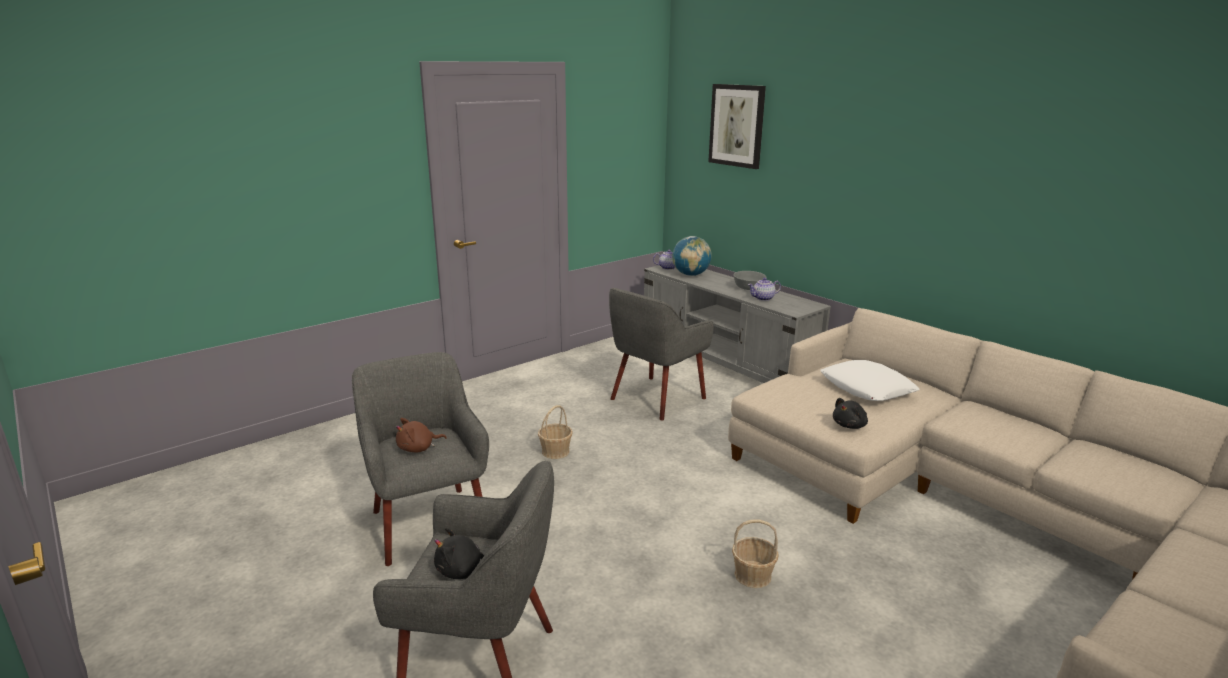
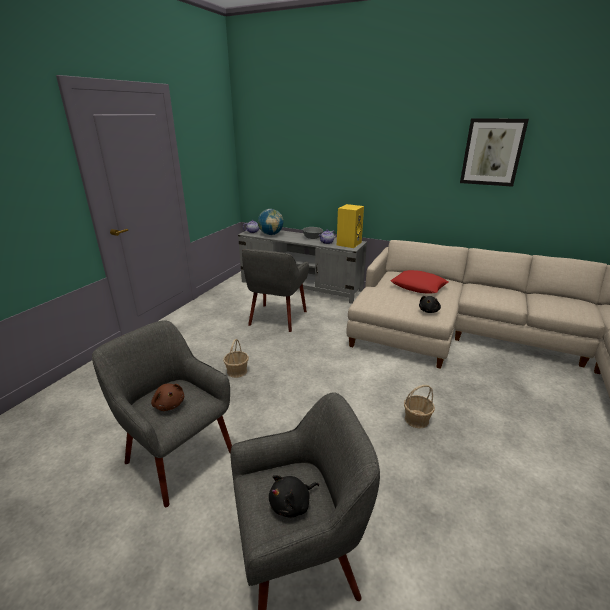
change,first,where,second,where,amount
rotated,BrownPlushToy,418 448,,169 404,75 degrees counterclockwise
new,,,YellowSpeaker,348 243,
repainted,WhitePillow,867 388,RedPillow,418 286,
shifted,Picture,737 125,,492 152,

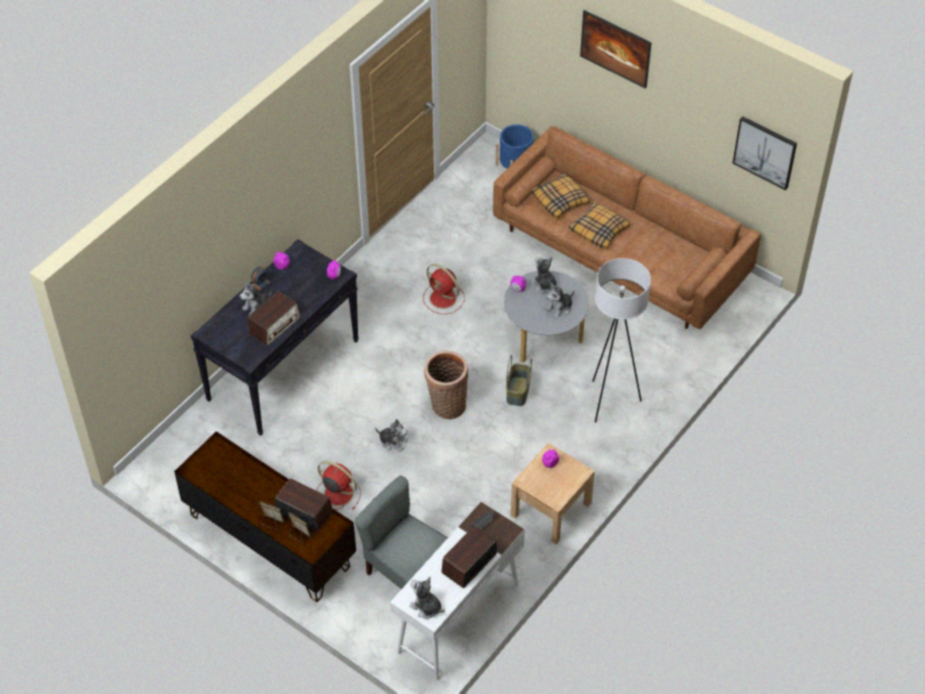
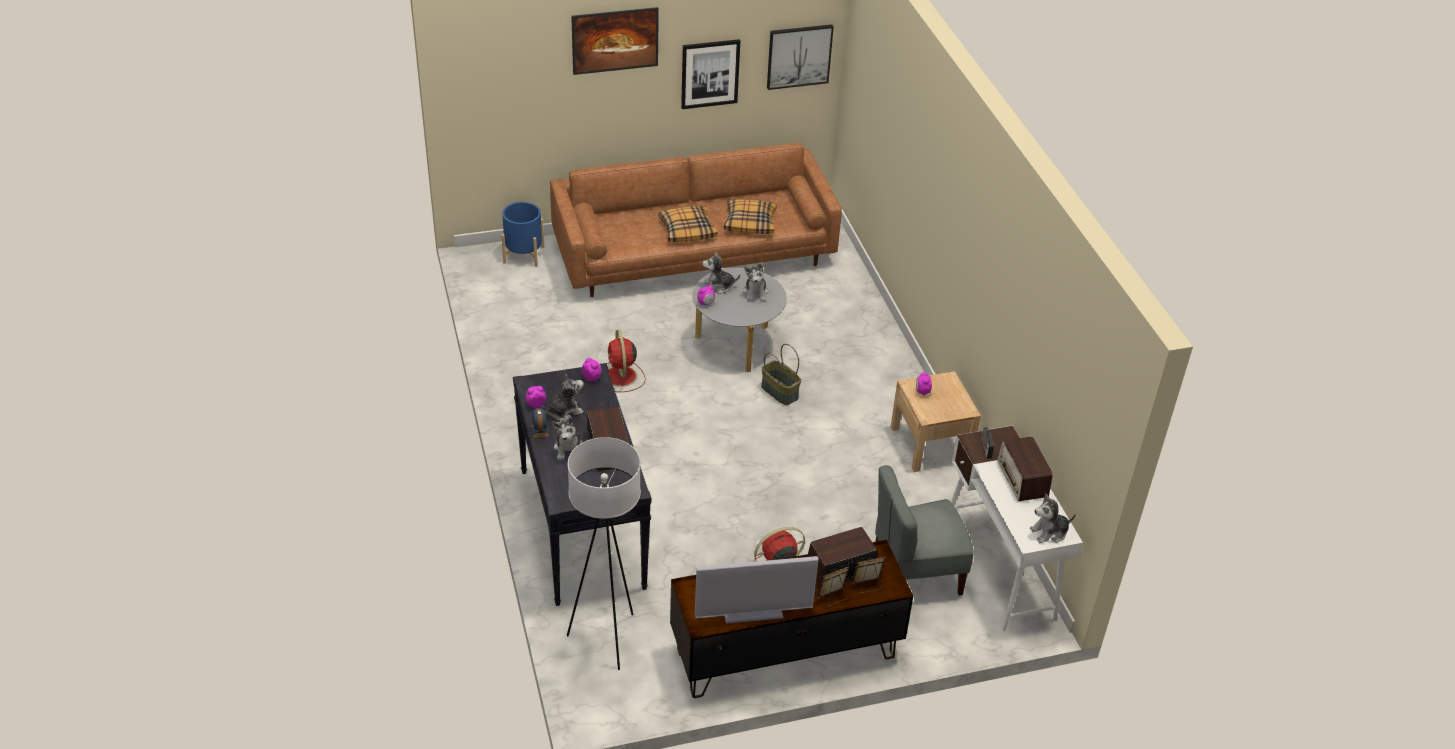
change,first,where,second,where,amount
shifted,PlushToy,393 441,,564 412,
shifted,WhiteFloorLamp,610 401,,607 639,
rotated,RedFan,444 299,,621 377,90 degrees clockwise
new,,,Picture,710 73,
new,,,Television,753 612,
shifted,Pillow,560 200,,750 222,
gone,Basket,446 405,,,

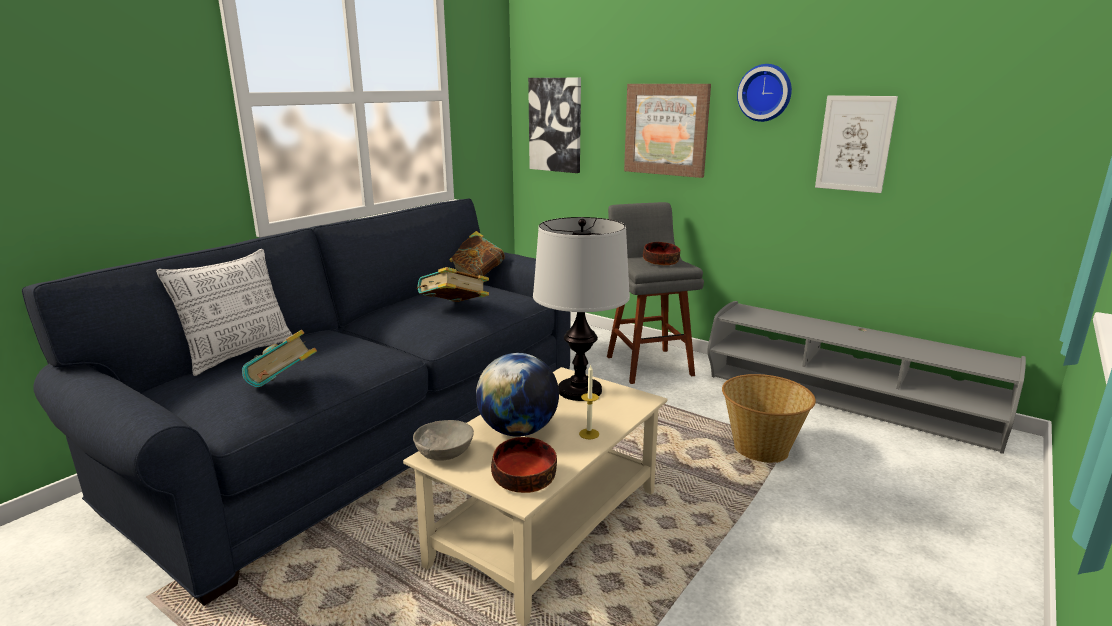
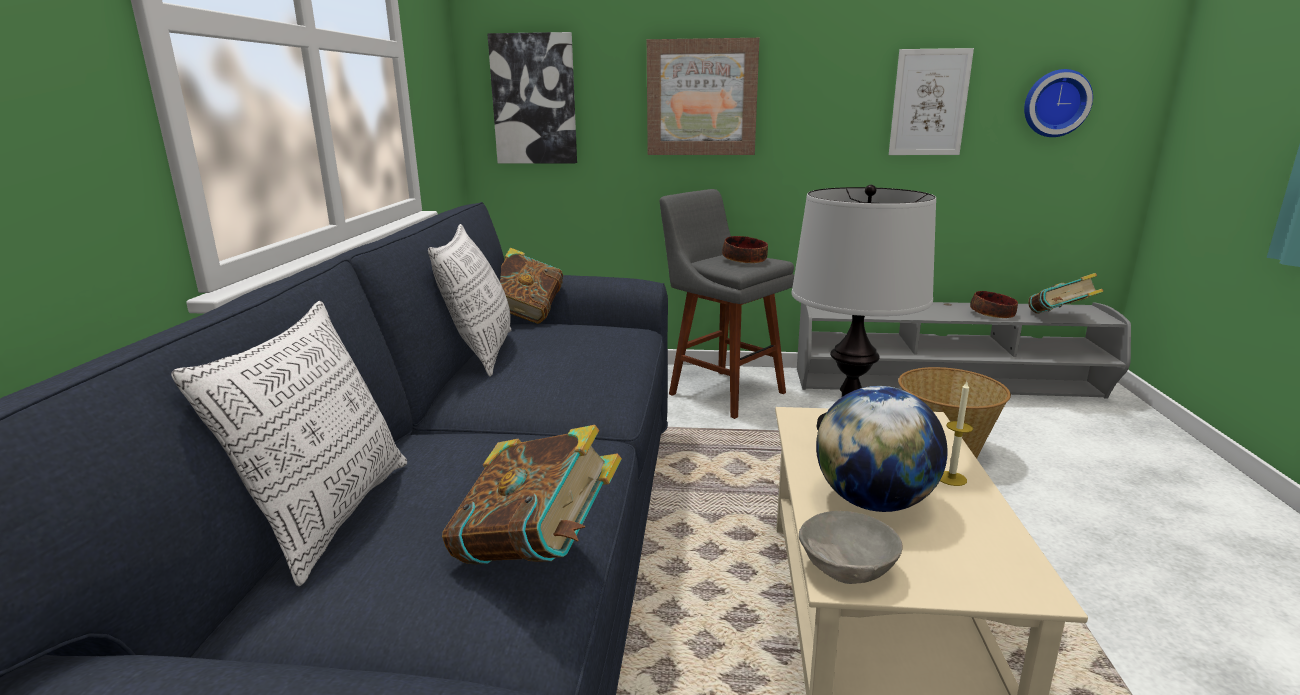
change,first,where,second,where,amount
new,,,Pillow,482 353,
shifted,Bowl,523 478,,992 314,
shifted,WallClock,765 93,,1055 103,
shifted,Book,454 309,,1059 319,

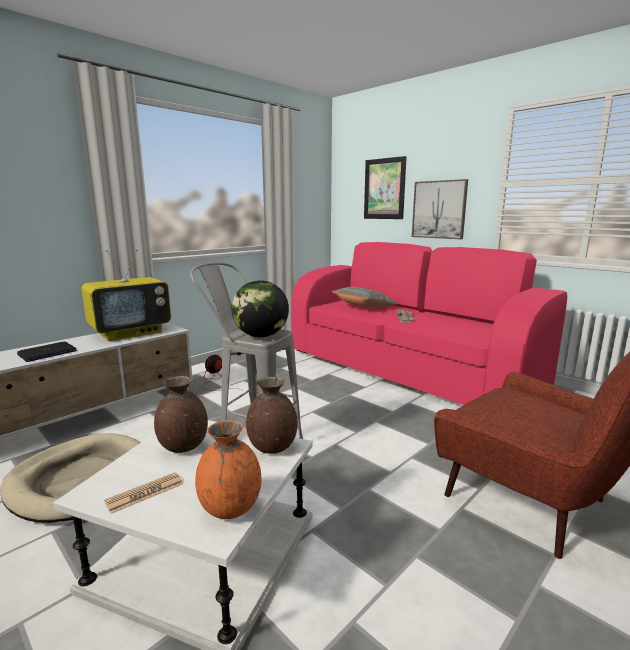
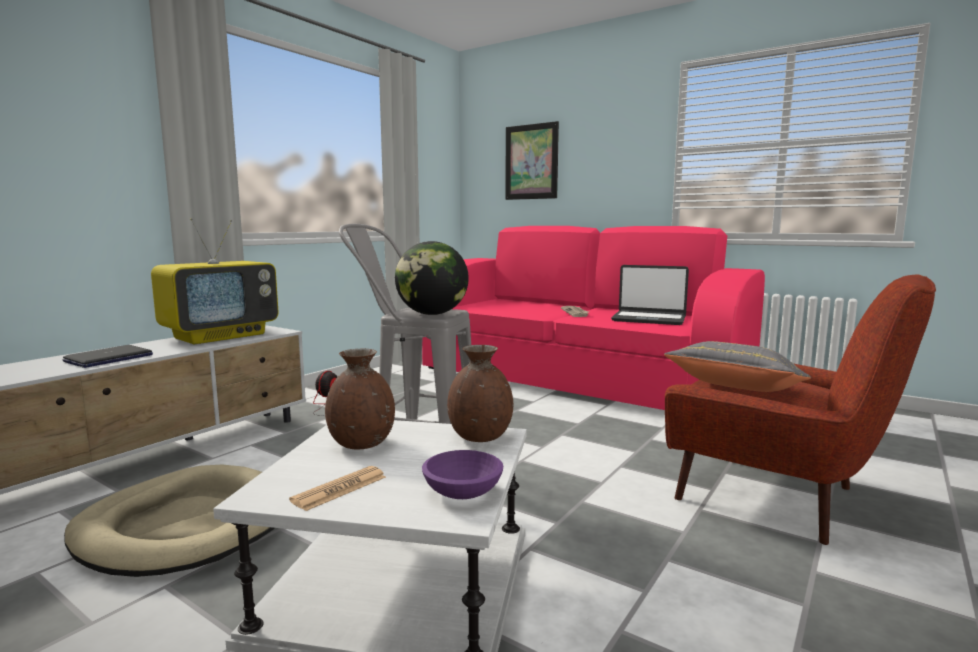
change,first,where,second,where,amount
swapped,OrangeVase,231 508,PurpleBowl,464 492,
new,,,Laptop,649 319,
shifted,GreyPillow,364 308,,736 390,
gone,Picture,439 209,,,

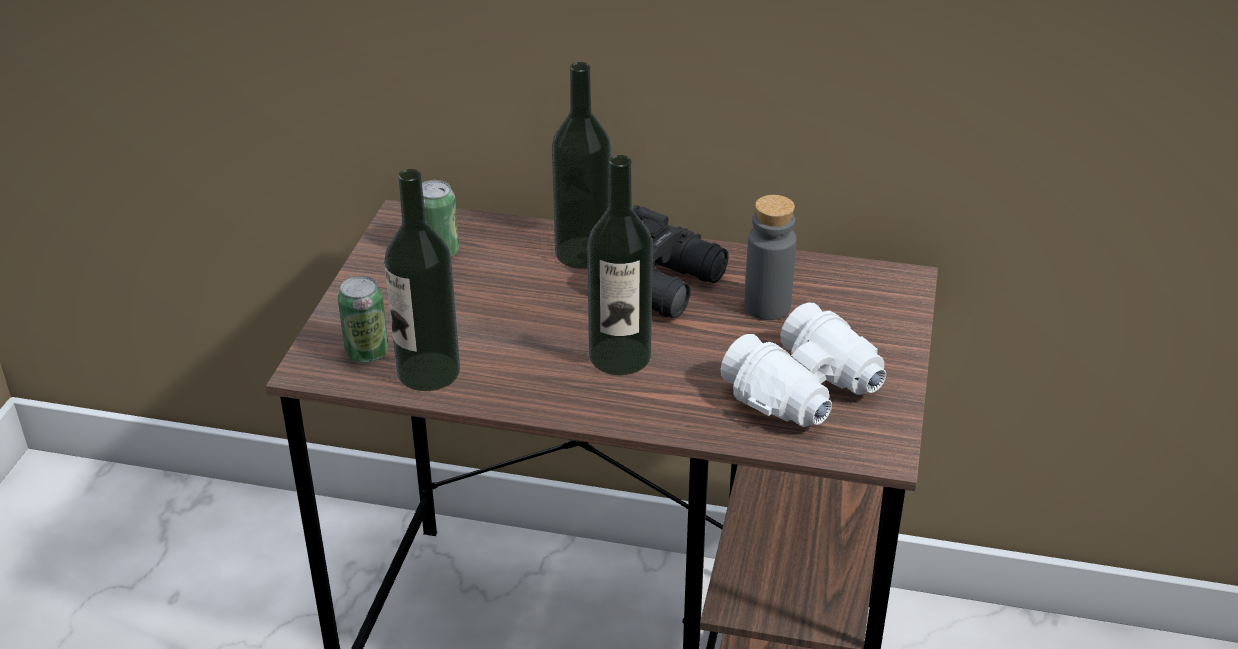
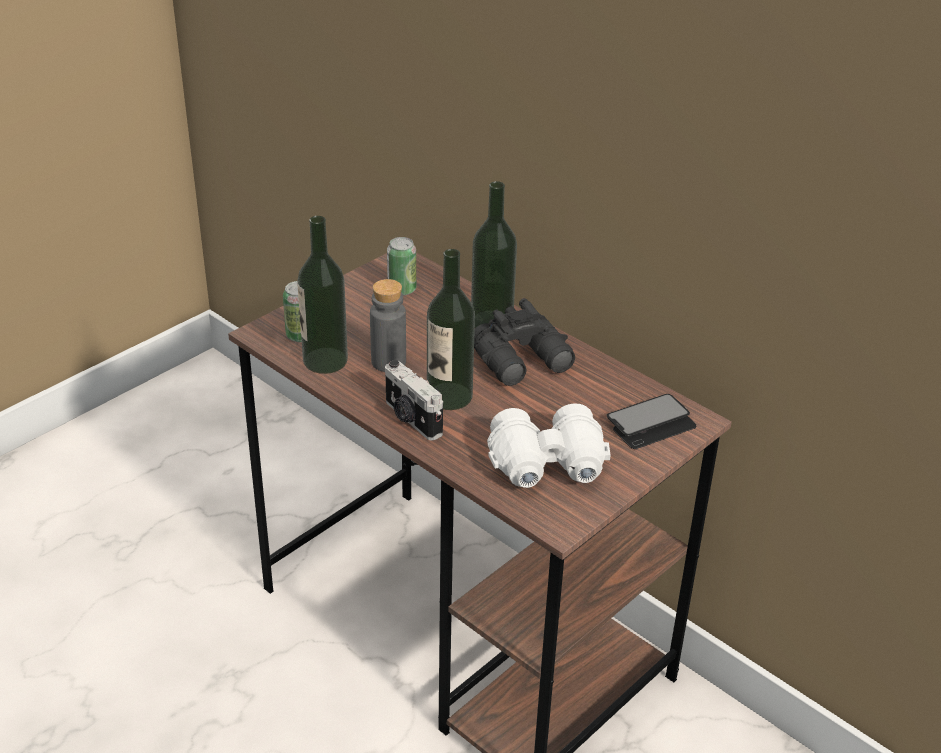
change,first,where,second,where,amount
shifted,GreyBottle,767 306,,388 362,
new,,,PhotoCamera,411 419,
new,,,Phone,651 424,

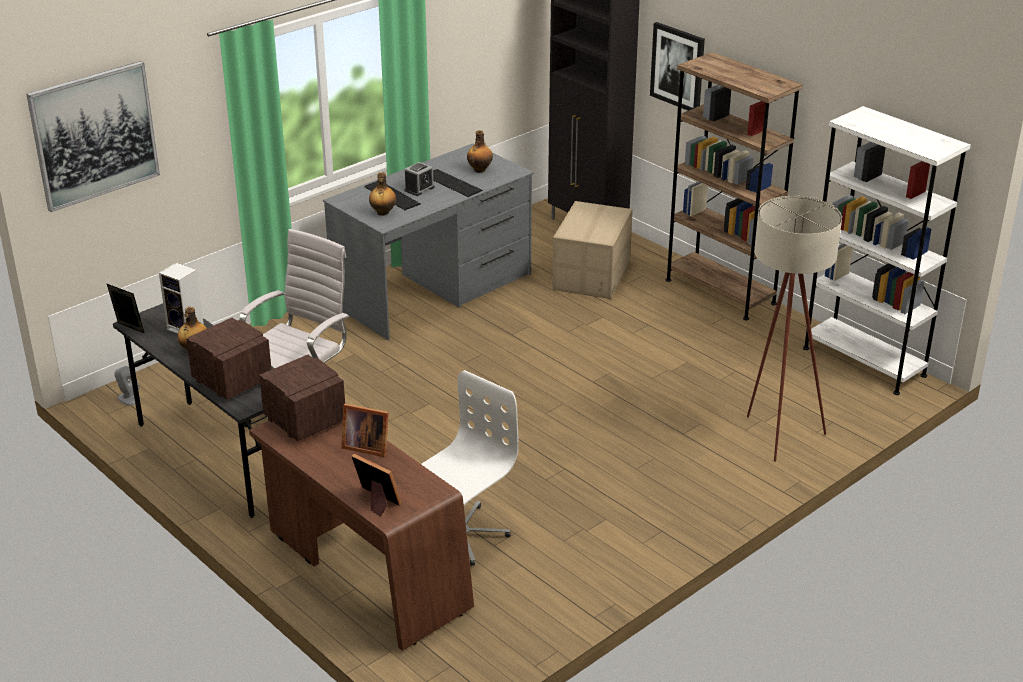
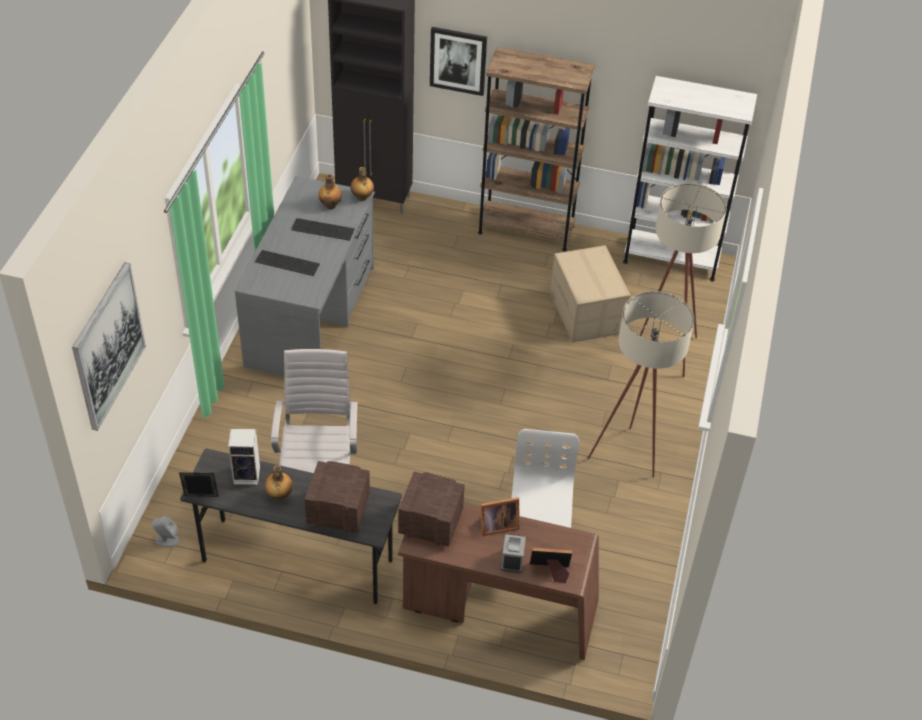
change,first,where,second,where,amount
shifted,Bottle,382 213,,362 197,
shifted,AlarmClock,419 189,,512 559,
shifted,CardboardBox,592 275,,587 312,
new,,,BeigeFloorLamp,629 459,

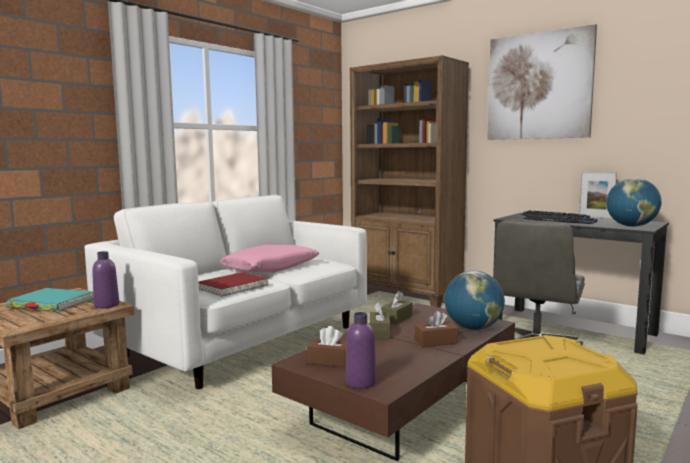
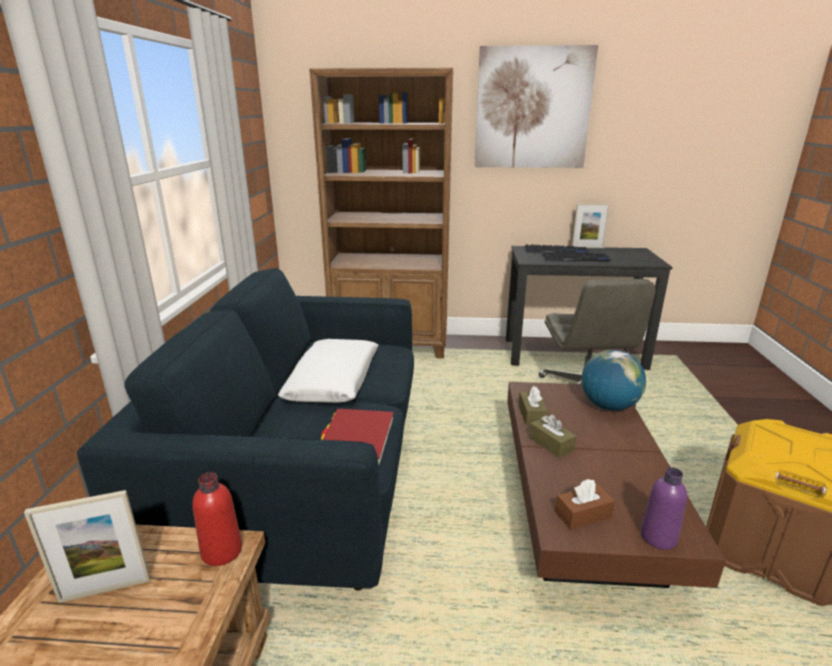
change,first,where,second,where,amount
swapped,TurquoiseBook,51 303,PictureFrame,105 589,
repainted,WhiteSofa,242 341,BlueSofa,306 480,
repainted,PurpleBottle,106 305,RedBottle,222 551,
repainted,PinkPillow,271 268,WhitePillow,334 381,
gone,BrownTissueBox,436 342,,,
gone,Globe,631 226,,,

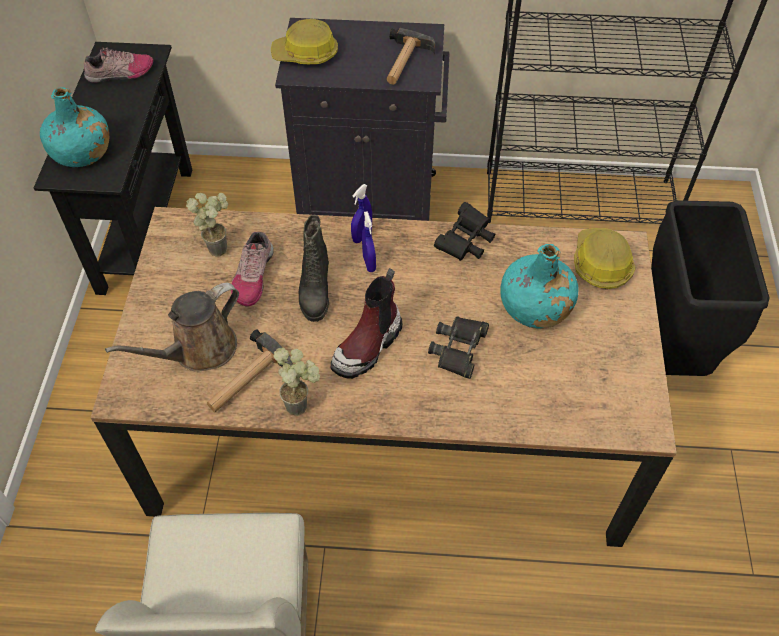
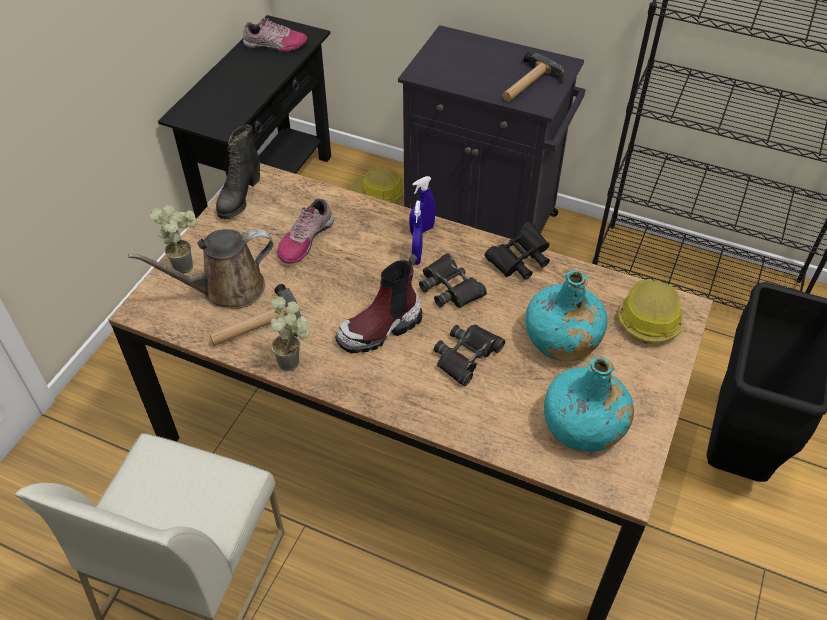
change,first,where,second,where,amount
shifted,PottedPlant,219 245,,187 263,
shifted,BlackBoot,314 291,,239 197,
shifted,HardHat,306 54,,378 193,
new,,,BlackBinoculars,450 287,
shifted,TurquoiseBottle,81 152,,583 426,

